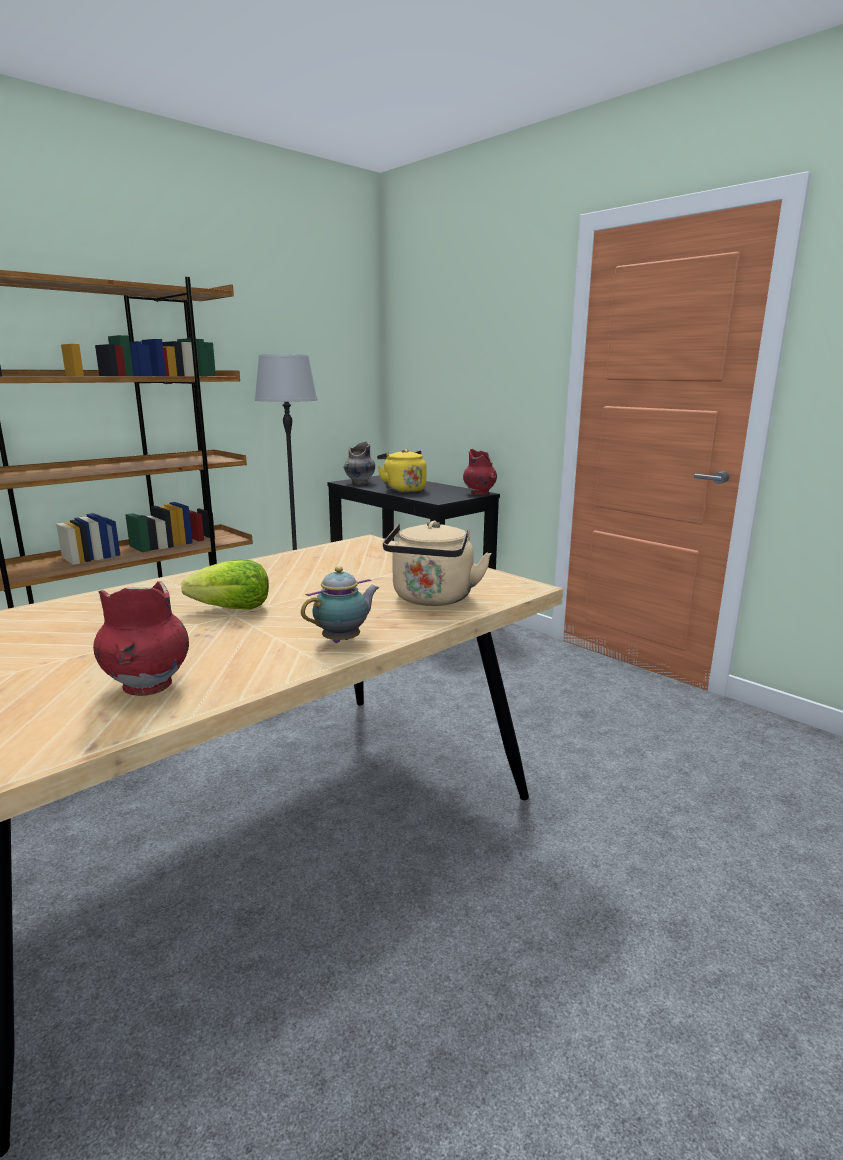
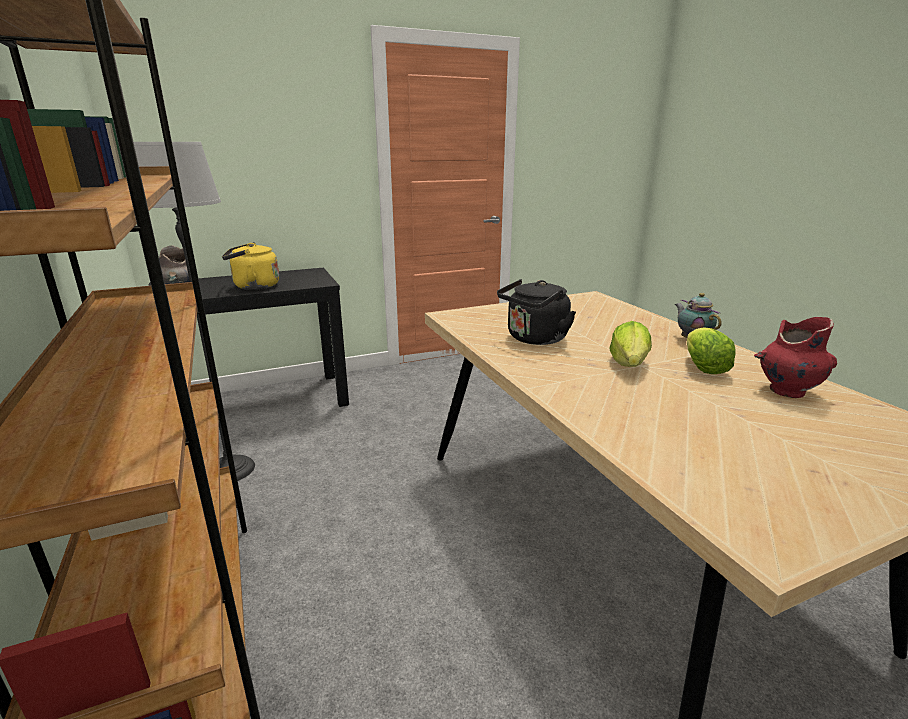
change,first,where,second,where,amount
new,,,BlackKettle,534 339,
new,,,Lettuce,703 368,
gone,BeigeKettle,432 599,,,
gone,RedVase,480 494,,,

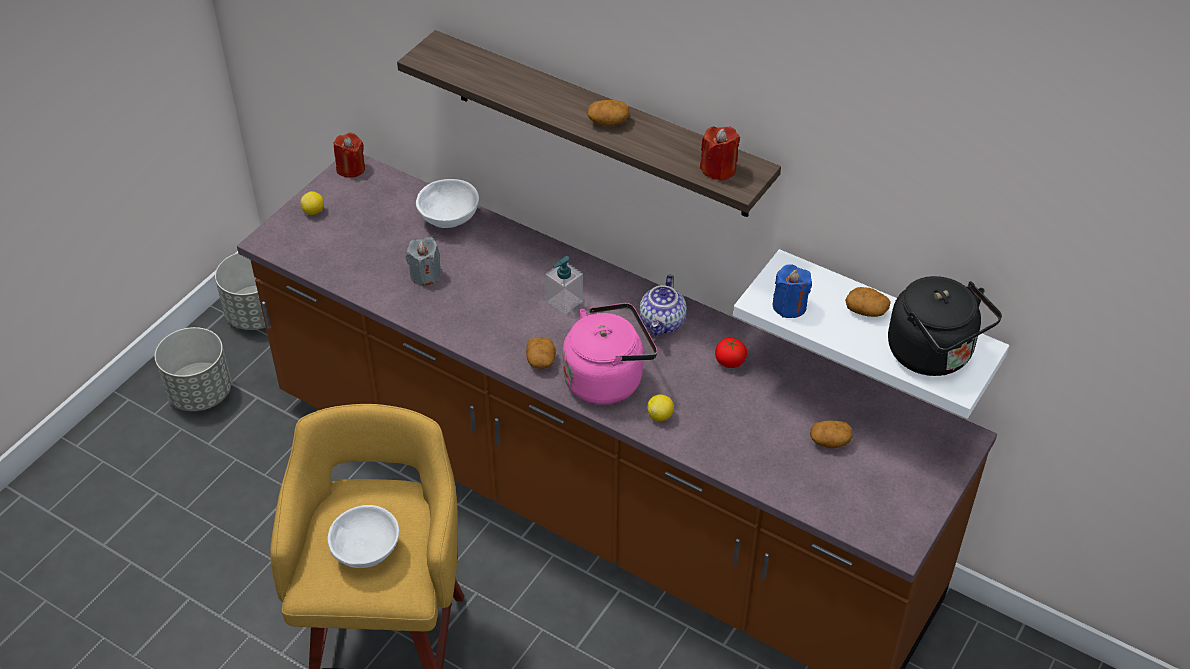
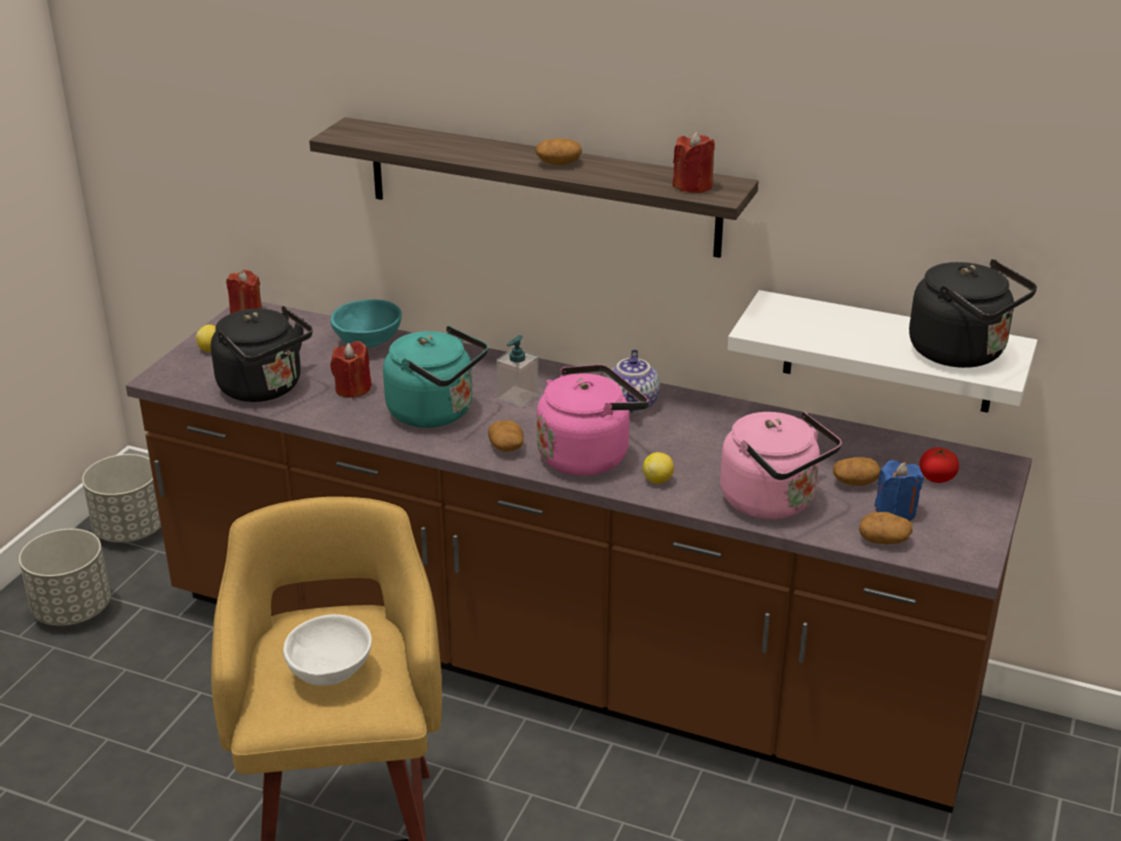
change,first,where,second,where,amount
new,,,BlackKettle,265 388,
repainted,WhiteBowl,449 220,TurquoiseBowl,369 343,
repainted,GreyCandle,425 275,RedCandle,353 389,
new,,,TurquoiseKettle,436 413,
new,,,PinkKettle,773 502,
shifted,Potato,866 310,,884 539,
shifted,BlueCandle,789 306,,895 511,
shifted,Tomato,730 361,,937 478,

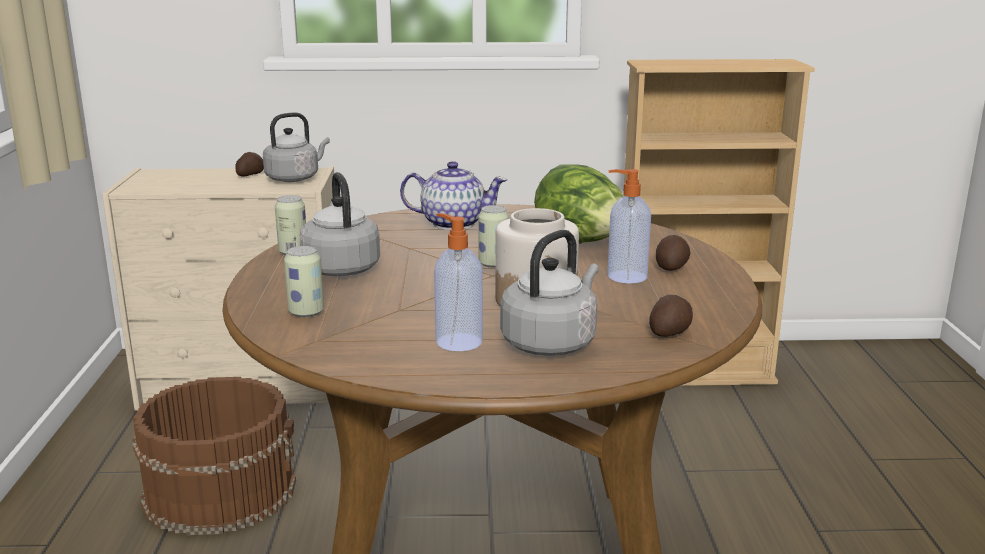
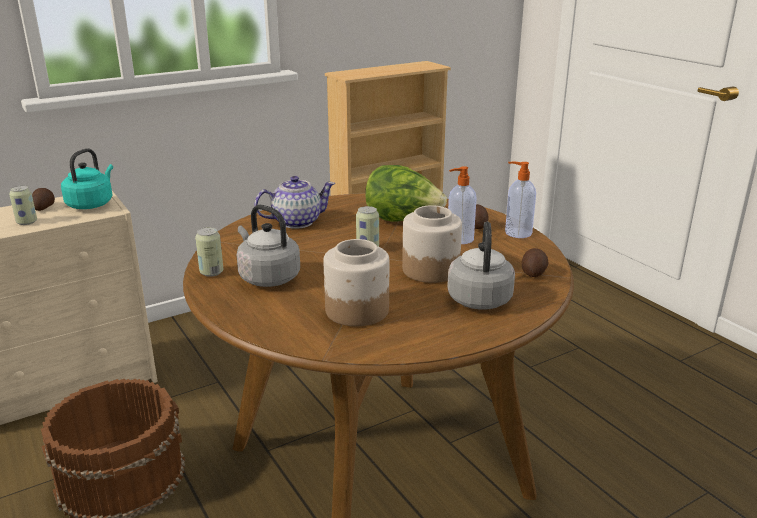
change,first,where,second,where,amount
shifted,Can,306 312,,27 222,
repainted,GreyKettle,295 178,TurquoiseKettle,91 204,
new,,,Jar,356 311,
shifted,SoapDispenser,457 341,,517 233,

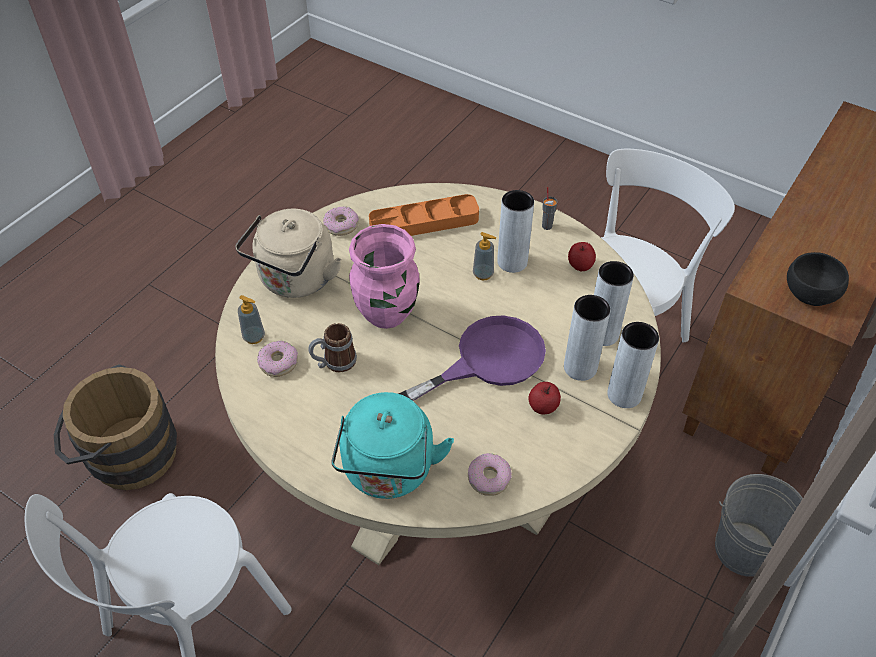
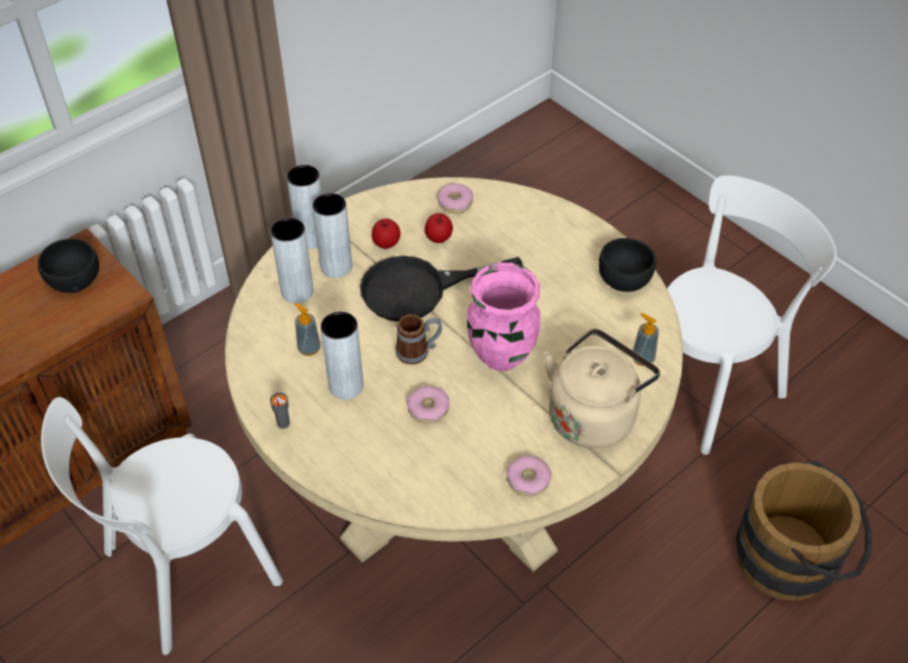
change,first,where,second,where,amount
shifted,SoapDispenser,483 274,,309 348,
repainted,PurpleFryingPan,486 361,BlackFryingPan,419 289,
shifted,Mug,334 363,,419 351,
shifted,Donut,278 363,,428 408,
shifted,Apple,580 265,,438 237,
new,,,BlackBowl,624 278,
gone,TurquoiseKettle,388 472,,,
gone,OrangeTray,424 222,,,
gone,GreyBucket,744 549,,,

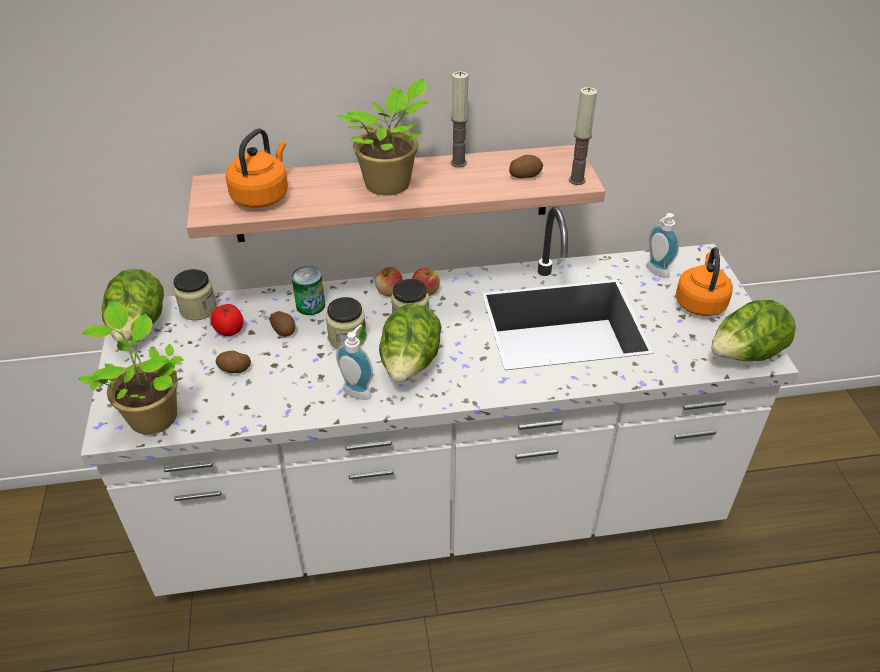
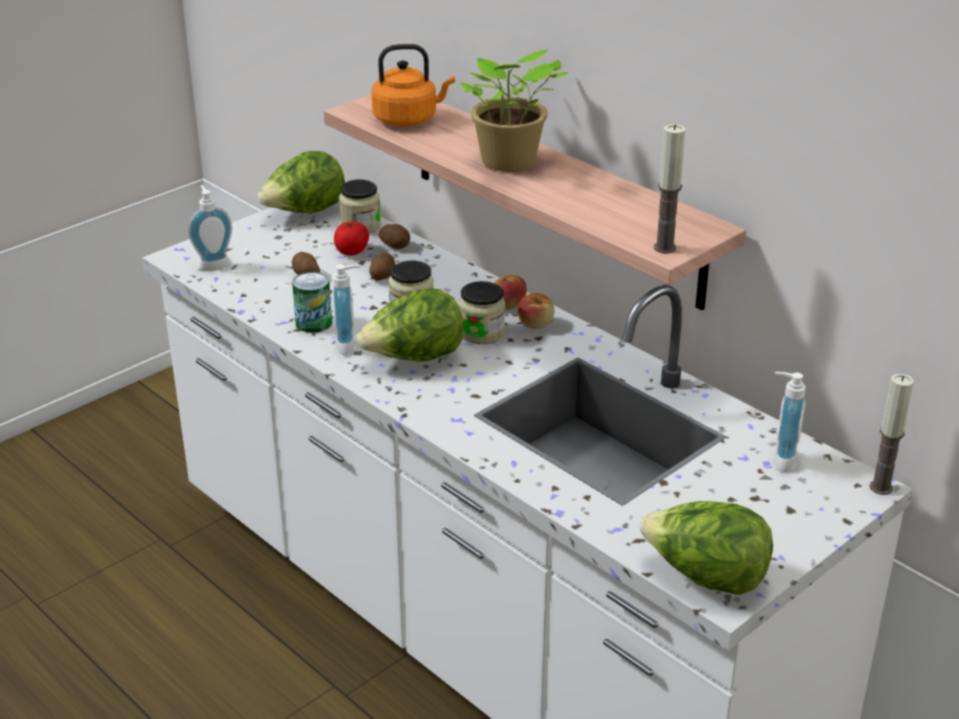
change,first,where,second,where,amount
swapped,PottedPlant,152 415,SoapDispenser,213 264,
shifted,Can,310 305,,313 323,
shifted,Potato,524 175,,395 245,
shifted,Candle,458 163,,881 487,
gone,OrangeKettle,700 302,,,

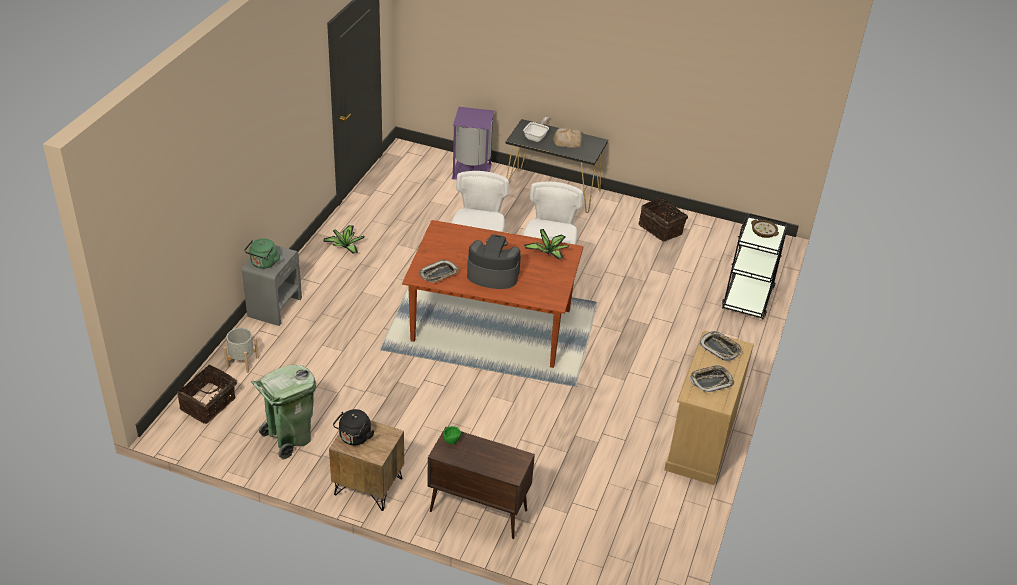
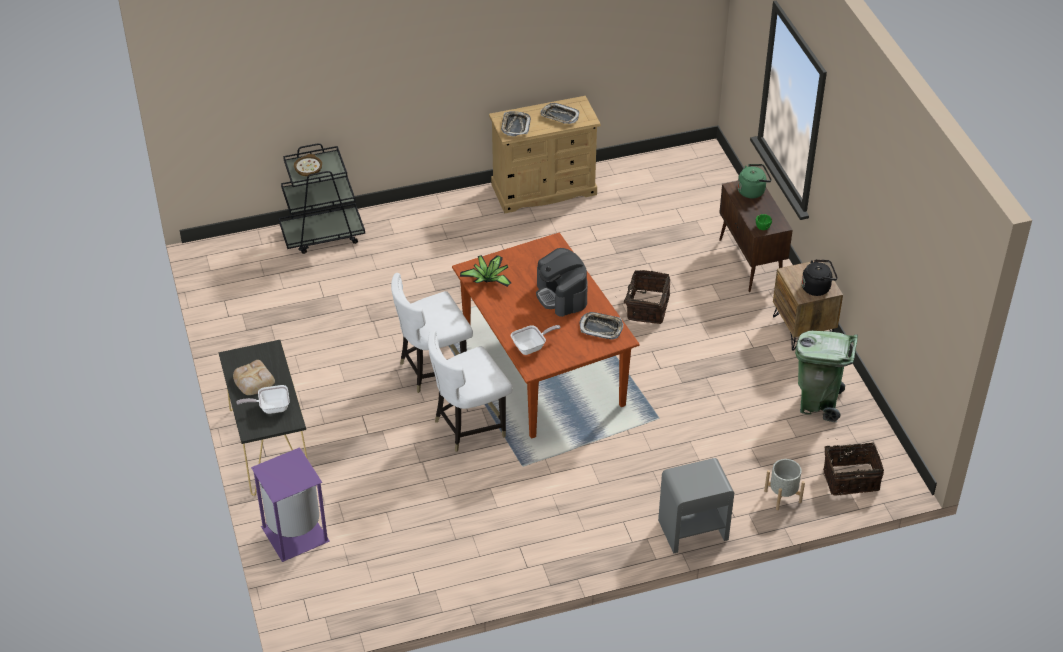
change,first,where,second,where,amount
new,,,FryingPan,531 347,
shifted,Basket,661 229,,646 307,
shifted,GreenKettle,263 264,,752 191,
gone,PottedPlant,345 246,,,

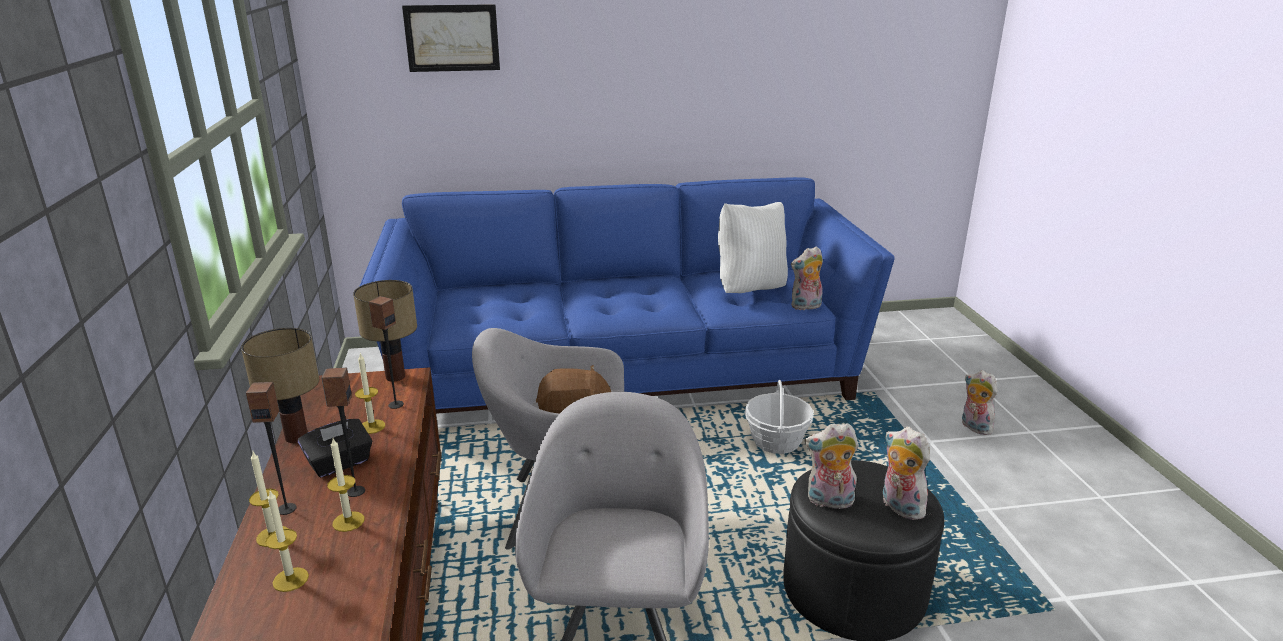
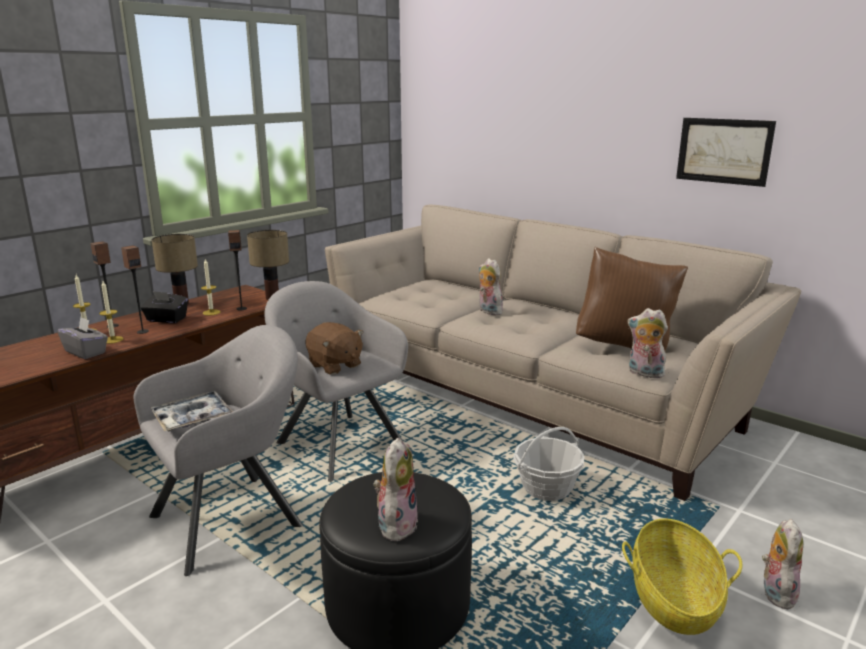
change,first,where,second,where,amount
new,,,GreyTissueBox,86 352,
new,,,Tray,193 418,
repainted,BlueSofa,626 372,BeigeSofa,531 394,
shifted,PlushToy,829 502,,488 311,
repainted,WhitePillow,750 289,BrownPillow,625 345,
new,,,Basket,674 599,
shifted,Picture,452 38,,724 151,
gone,Candle,290 579,,,

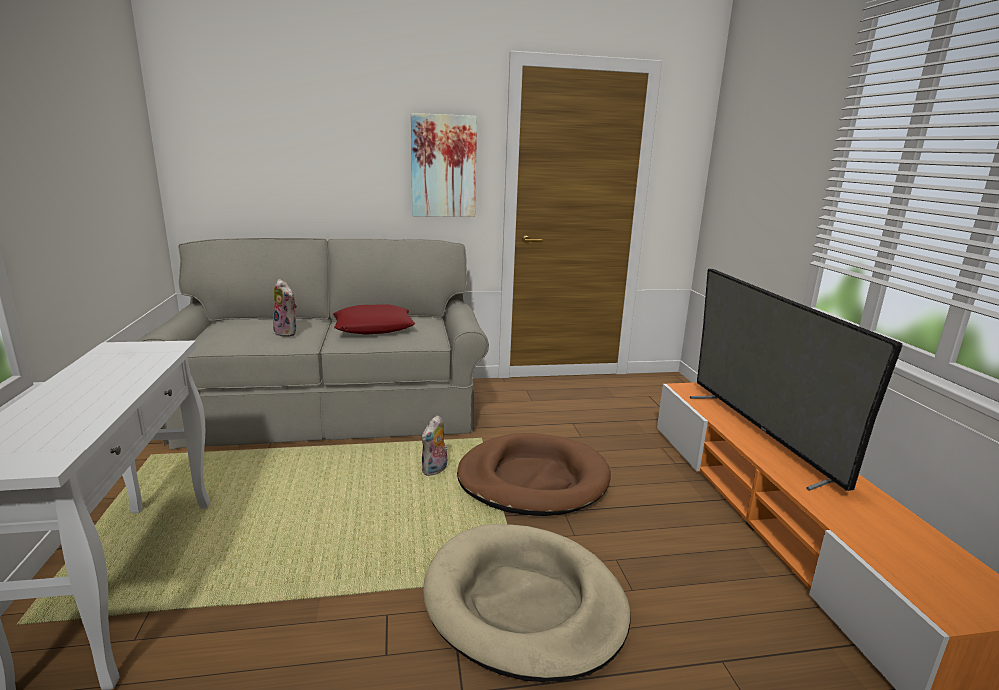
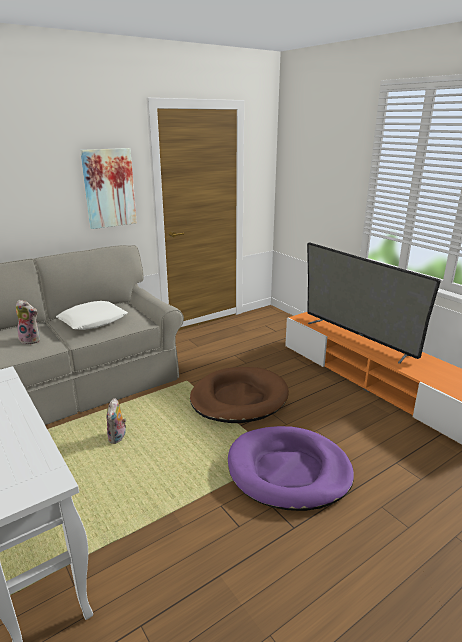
change,first,where,second,where,amount
repainted,RedPillow,374 327,WhitePillow,93 321,
shifted,PlushToy,435 470,,118 438,
repainted,BeigeDogBed,524 604,PurpleDogBed,288 471,

